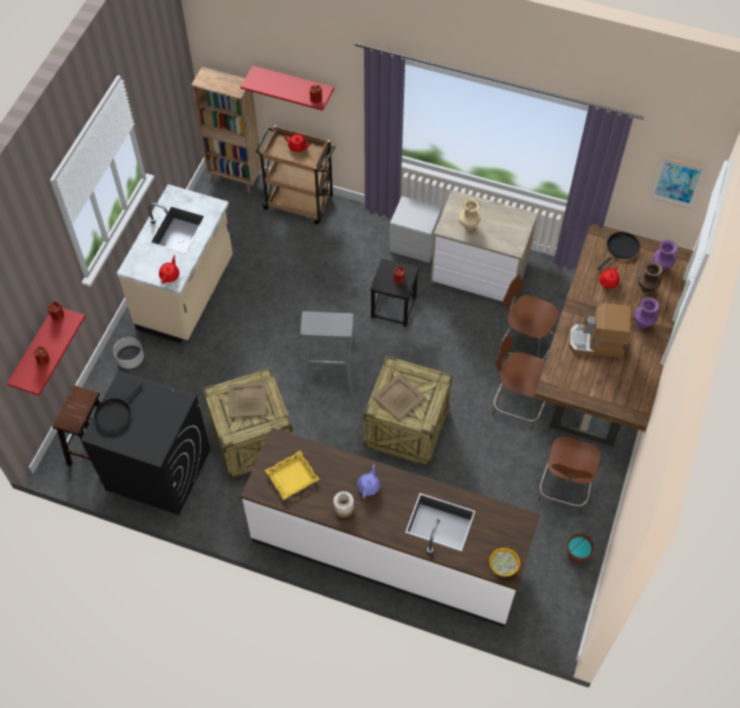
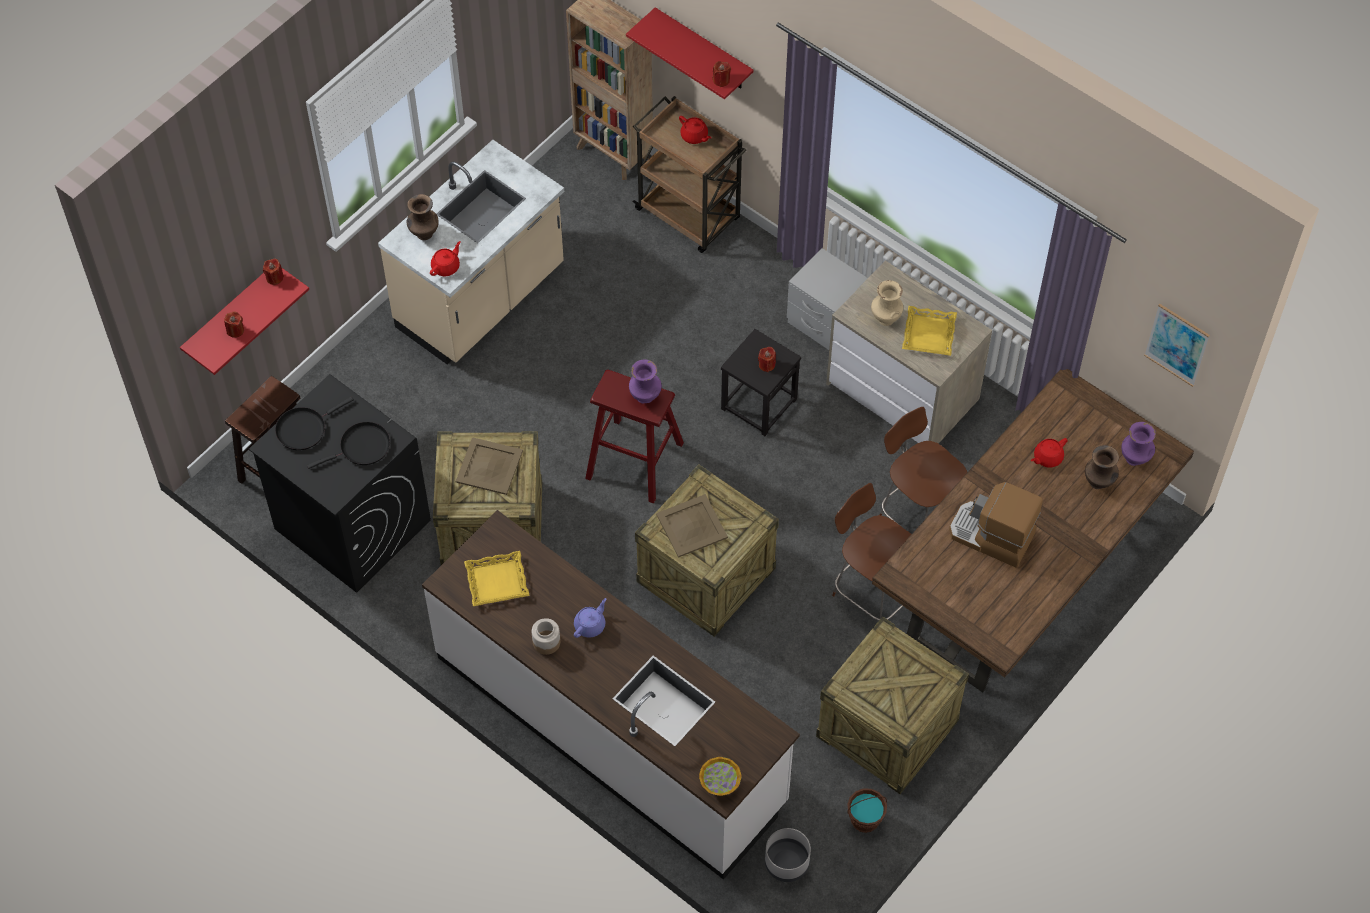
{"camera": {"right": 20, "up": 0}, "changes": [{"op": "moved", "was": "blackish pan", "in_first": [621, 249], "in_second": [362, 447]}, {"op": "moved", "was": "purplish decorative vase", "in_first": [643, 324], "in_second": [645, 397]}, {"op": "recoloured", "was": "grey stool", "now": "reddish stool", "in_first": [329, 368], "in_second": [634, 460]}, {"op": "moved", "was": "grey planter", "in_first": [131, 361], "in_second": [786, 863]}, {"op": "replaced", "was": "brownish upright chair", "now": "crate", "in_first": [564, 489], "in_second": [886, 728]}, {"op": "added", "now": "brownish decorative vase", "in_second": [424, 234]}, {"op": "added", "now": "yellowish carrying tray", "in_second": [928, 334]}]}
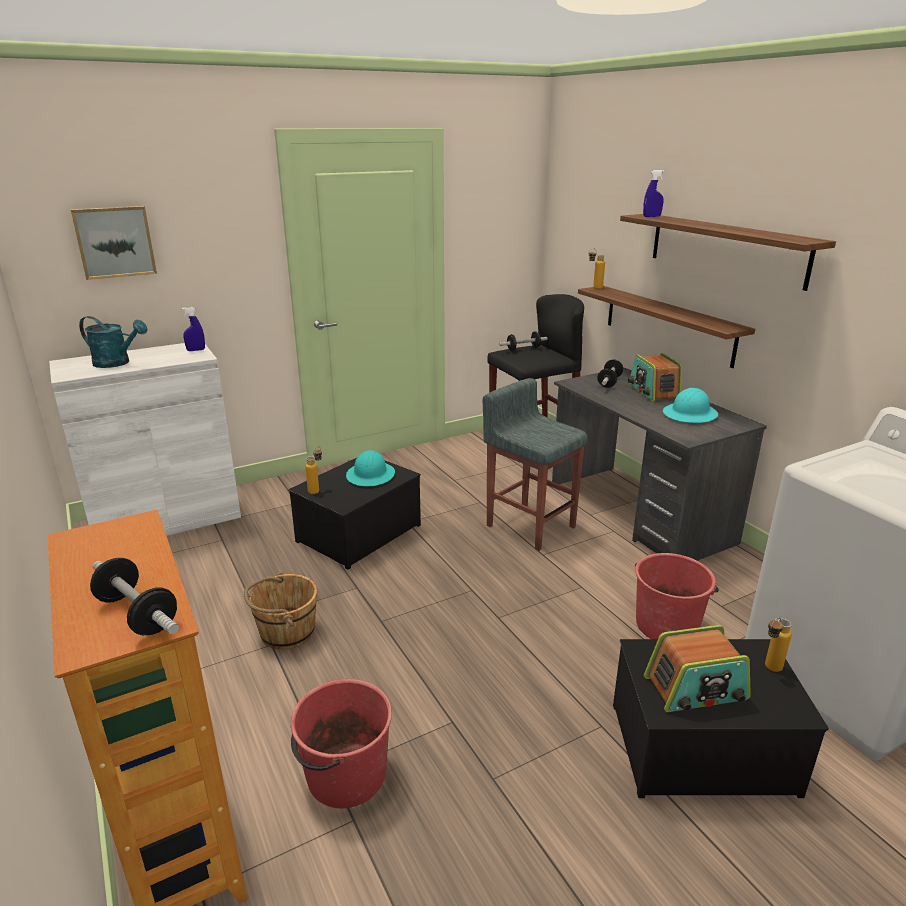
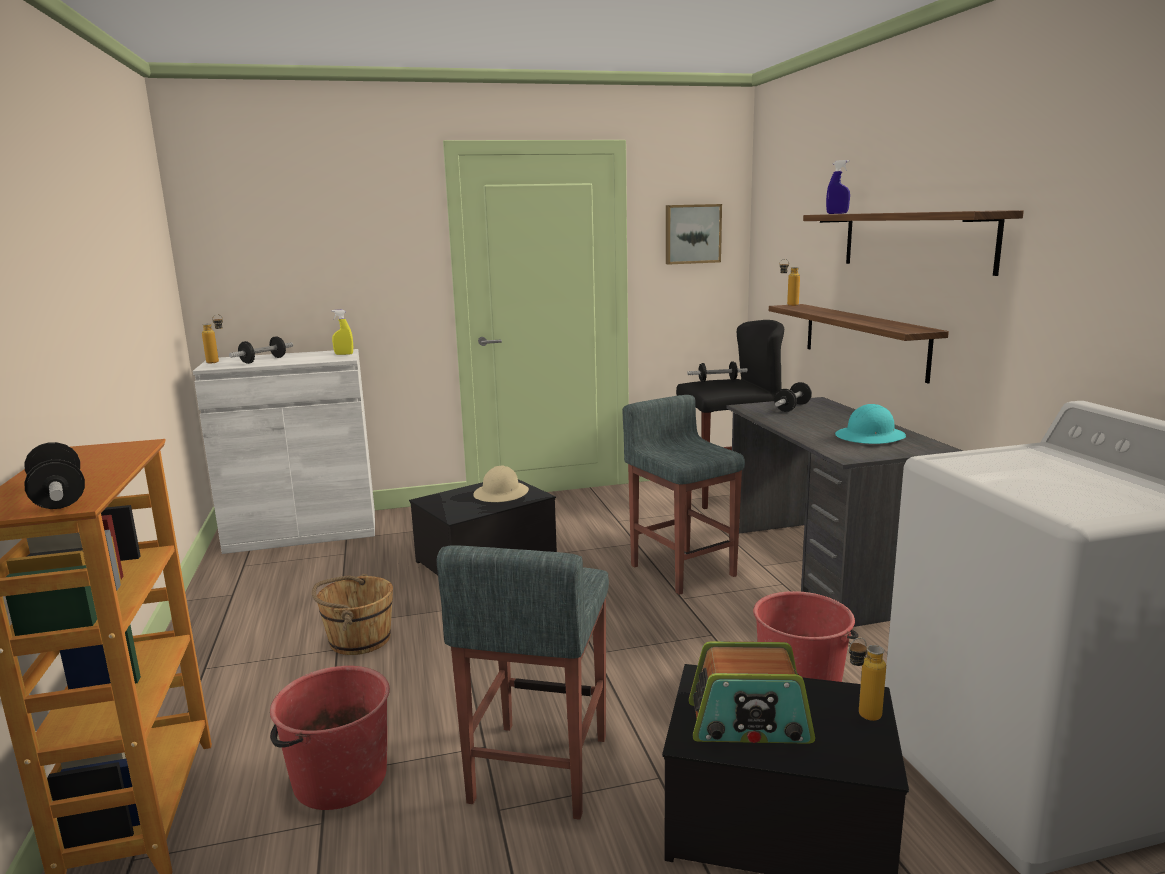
{"camera": {"right": 15, "up": -10}, "changes": [{"op": "moved", "was": "picture", "in_first": [114, 242], "in_second": [692, 234]}, {"op": "recoloured", "was": "blue-coloured hand sprayer", "now": "yellowish hand sprayer", "in_first": [196, 350], "in_second": [344, 354]}, {"op": "replaced", "was": "blue-green watering can", "now": "dumbbell", "in_first": [117, 363], "in_second": [263, 360]}, {"op": "removed", "was": "radio", "in_first": [653, 391]}, {"op": "moved", "was": "beverage bottle", "in_first": [317, 490], "in_second": [217, 362]}, {"op": "recoloured", "was": "blue-green hard hat", "now": "beige hard hat", "in_first": [371, 475], "in_second": [501, 494]}, {"op": "added", "now": "grey stool", "in_second": [538, 770]}]}
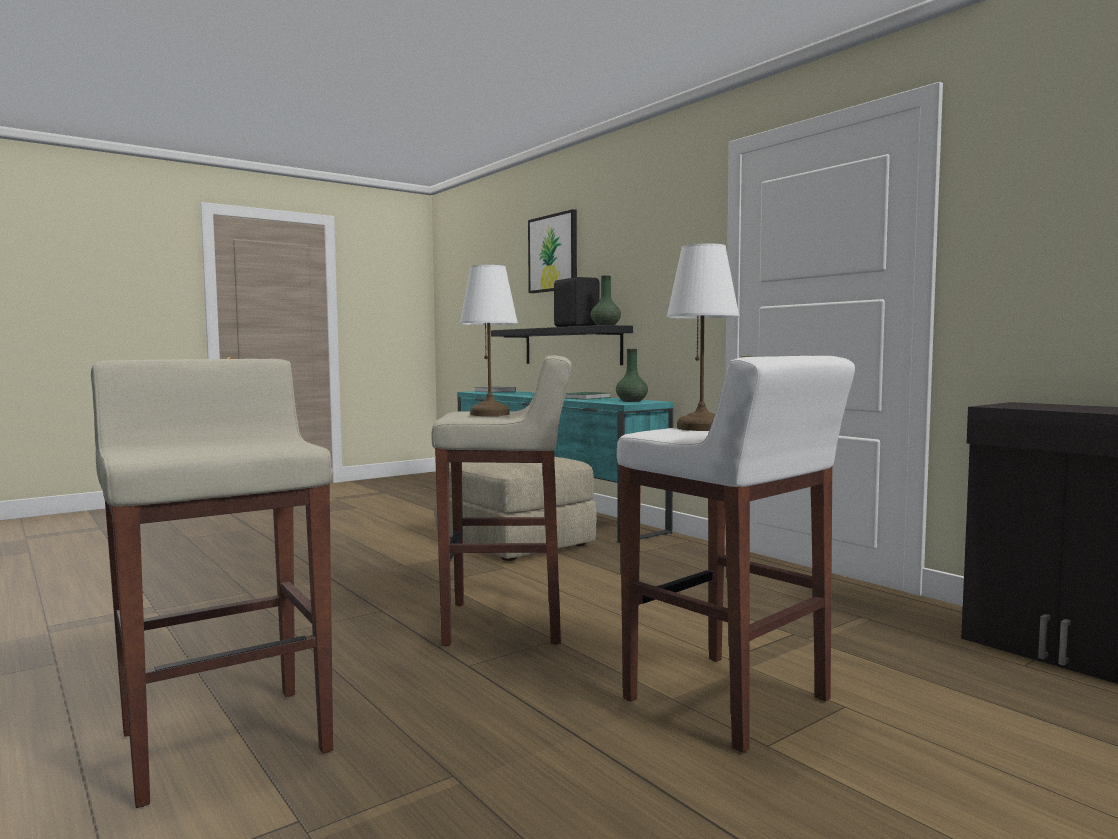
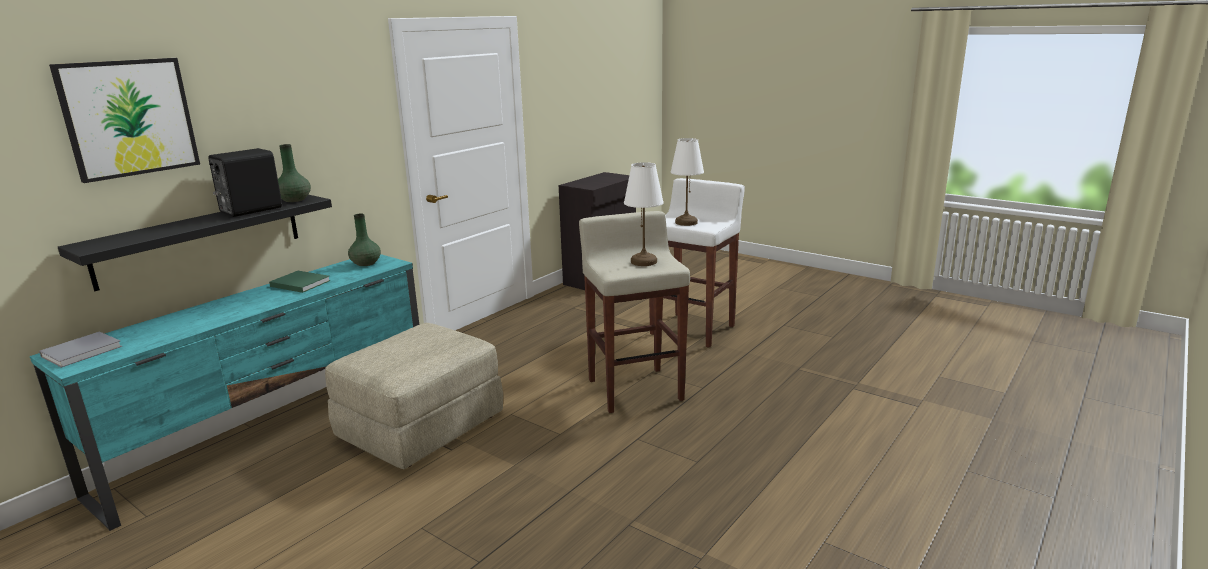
{"camera": {"right": -105, "up": 15}, "changes": [{"op": "removed", "was": "beige stool", "in_first": [225, 740]}]}
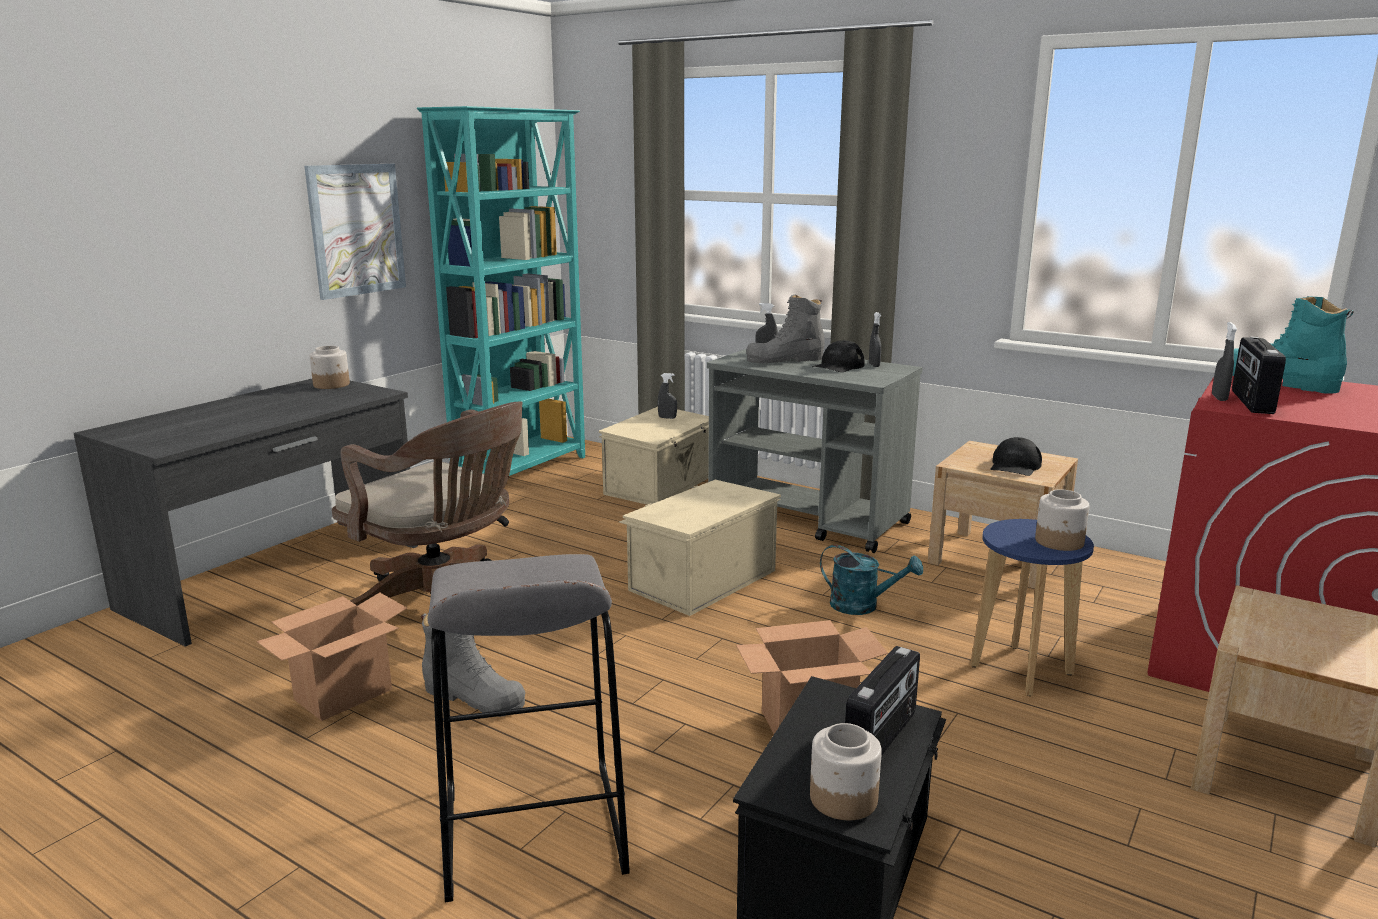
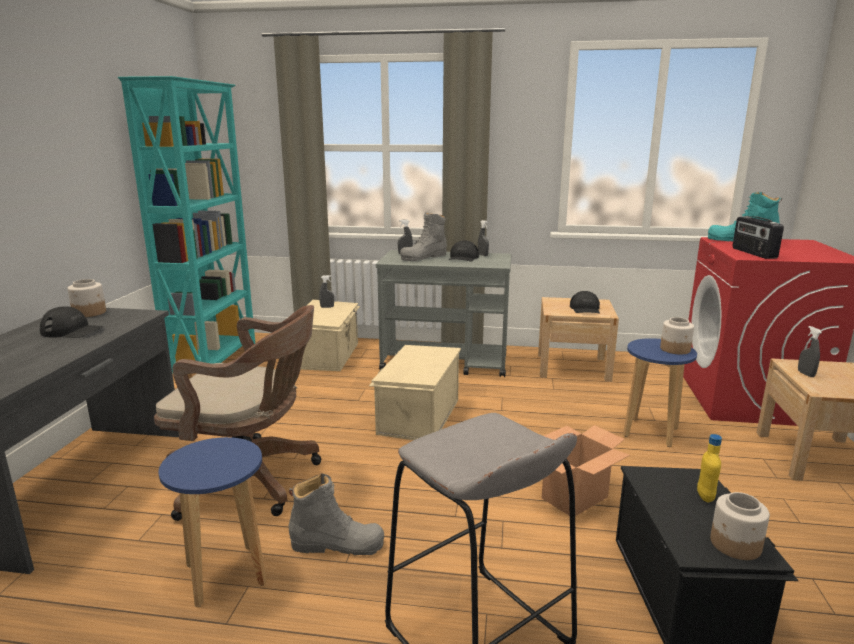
{"camera": {"right": -25, "up": 0}, "changes": [{"op": "removed", "was": "picture", "in_first": [356, 230]}, {"op": "moved", "was": "grey hand sprayer", "in_first": [1219, 398], "in_second": [805, 374]}, {"op": "removed", "was": "blue-green watering can", "in_first": [863, 606]}, {"op": "replaced", "was": "carton", "now": "blue-coloured stool", "in_first": [342, 695], "in_second": [226, 575]}, {"op": "replaced", "was": "radio", "now": "yellowish beverage bottle", "in_first": [882, 738], "in_second": [705, 496]}, {"op": "added", "now": "blackish cap", "in_second": [72, 331]}]}
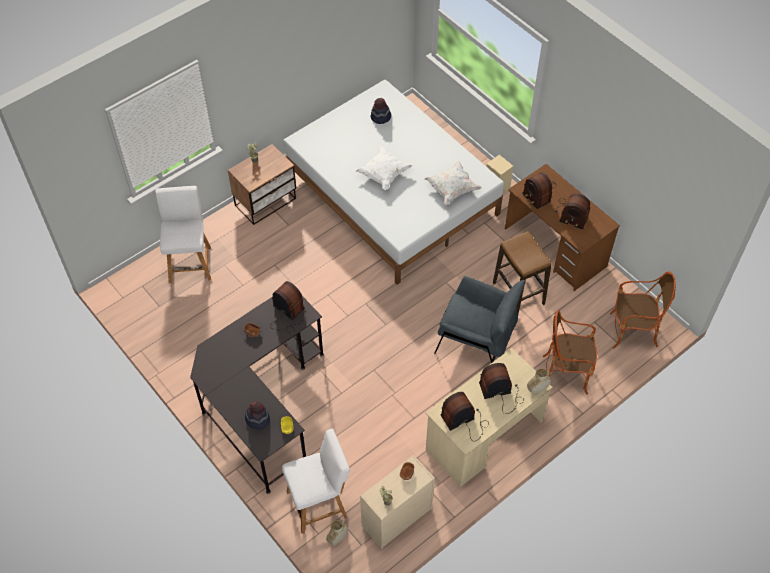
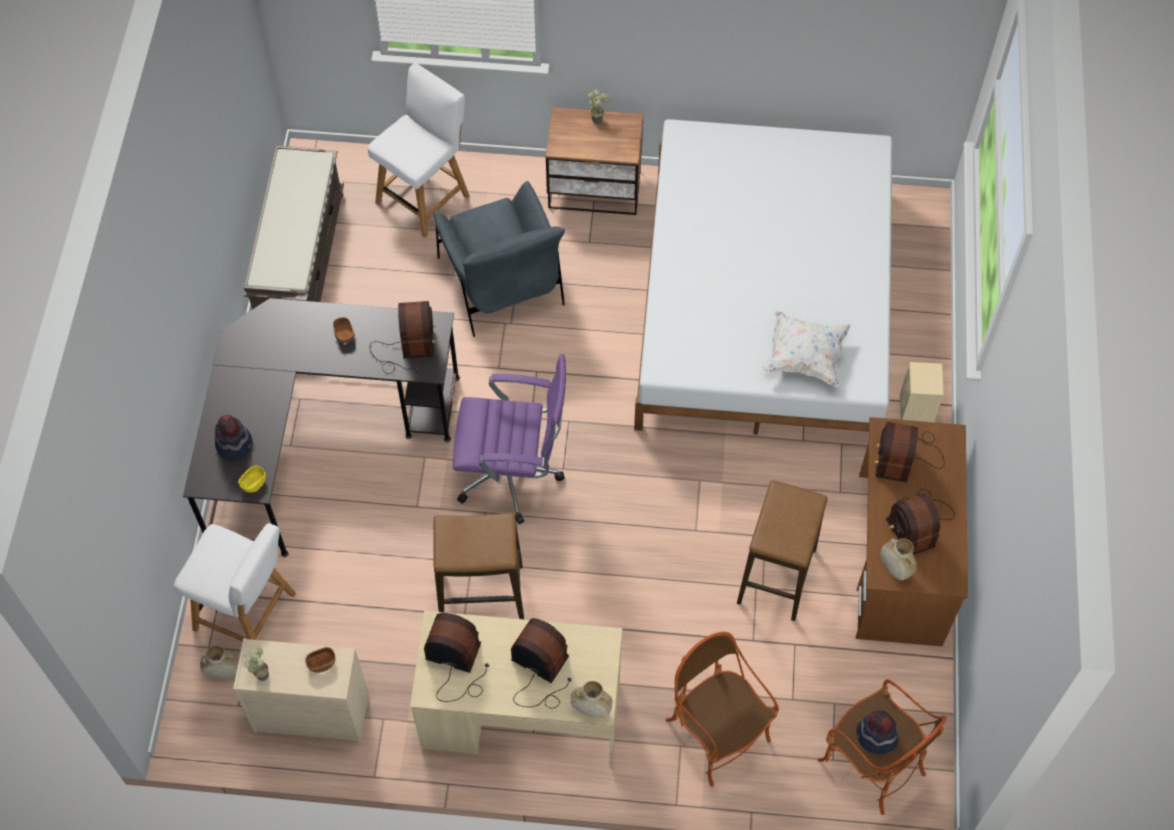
{"camera": {"right": 45, "up": 5}, "changes": [{"op": "moved", "was": "wearable hat", "in_first": [380, 117], "in_second": [876, 736]}, {"op": "removed", "was": "white-coloured pillow", "in_first": [383, 174]}, {"op": "moved", "was": "grey lounge chair", "in_first": [476, 340], "in_second": [501, 283]}, {"op": "added", "now": "brownish indoor bench", "in_second": [300, 260]}, {"op": "added", "now": "purplish desk chair", "in_second": [514, 476]}, {"op": "added", "now": "stool", "in_second": [482, 594]}, {"op": "added", "now": "beige decorative vase", "in_second": [894, 568]}]}
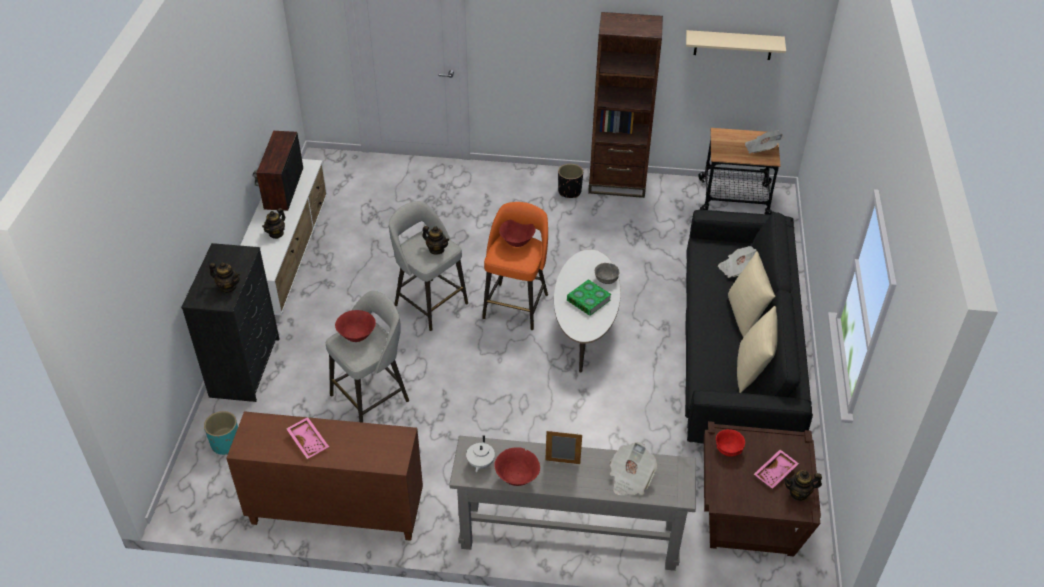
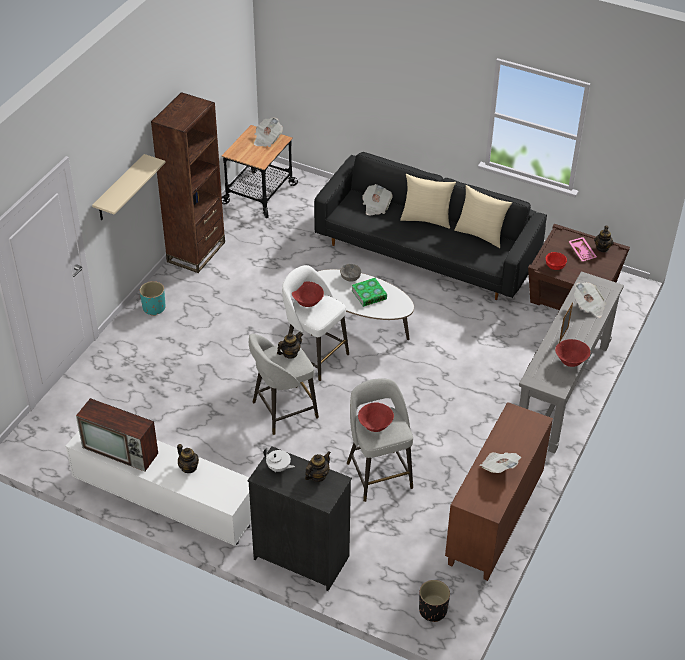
{"camera": {"right": -70, "up": 0}, "changes": [{"op": "moved", "was": "beige shelf", "in_first": [733, 45], "in_second": [120, 189]}, {"op": "moved", "was": "blackish planter", "in_first": [569, 191], "in_second": [432, 610]}, {"op": "recoloured", "was": "orange stool", "now": "white-coloured stool", "in_first": [516, 305], "in_second": [314, 356]}, {"op": "moved", "was": "blue-green planter", "in_first": [226, 444], "in_second": [154, 308]}, {"op": "replaced", "was": "pink carrying tray", "now": "newspaper", "in_first": [309, 441], "in_second": [499, 468]}, {"op": "moved", "was": "white-coloured teapot", "in_first": [480, 463], "in_second": [278, 468]}]}
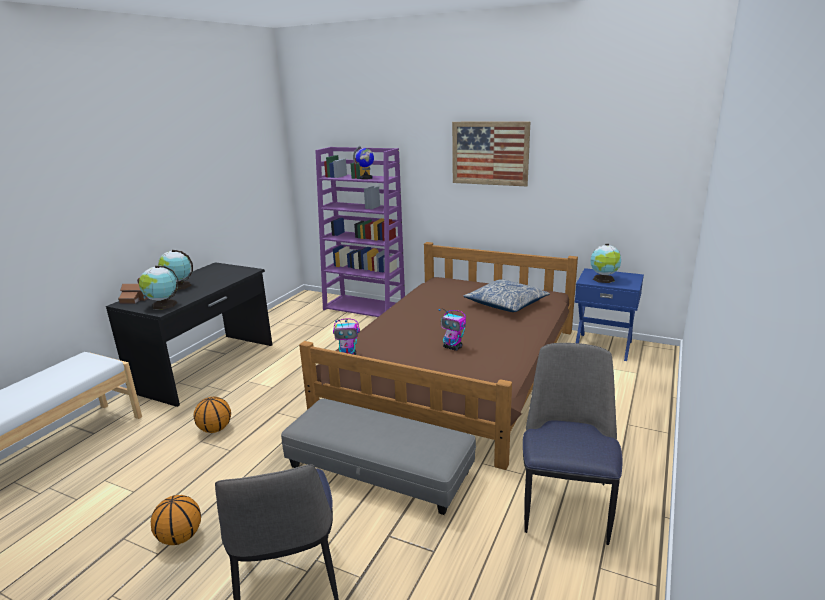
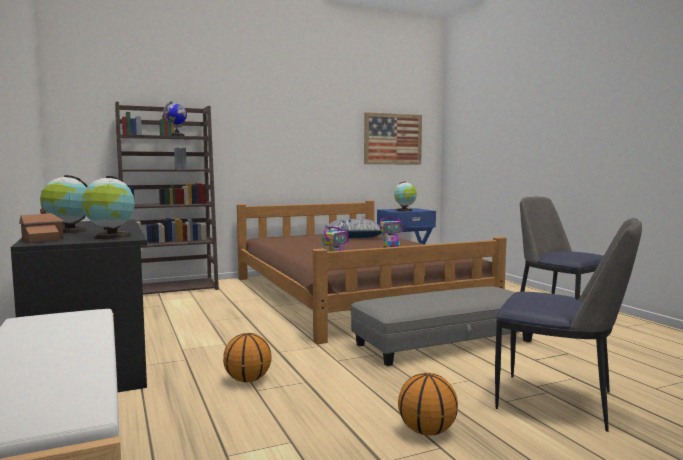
{"camera": {"right": -50, "up": -15}, "changes": [{"op": "moved", "was": "picture", "in_first": [490, 153], "in_second": [393, 139]}, {"op": "recoloured", "was": "purplish bookshelf", "now": "brownish bookshelf", "in_first": [365, 307], "in_second": [172, 288]}]}
